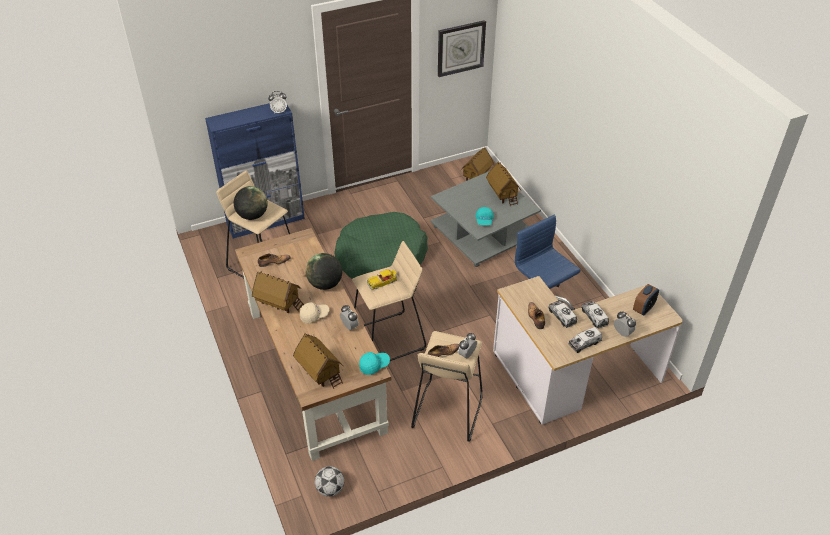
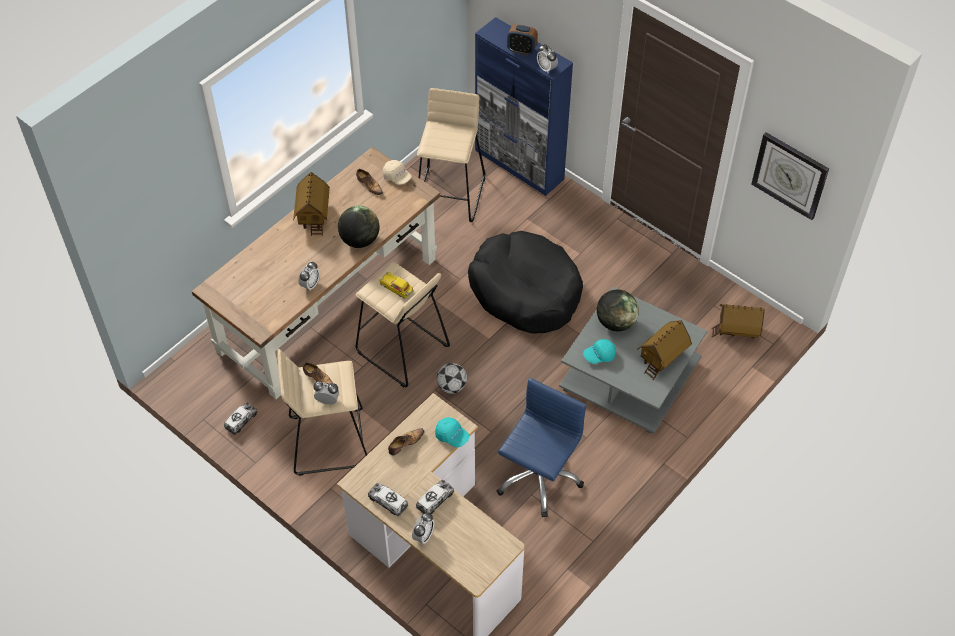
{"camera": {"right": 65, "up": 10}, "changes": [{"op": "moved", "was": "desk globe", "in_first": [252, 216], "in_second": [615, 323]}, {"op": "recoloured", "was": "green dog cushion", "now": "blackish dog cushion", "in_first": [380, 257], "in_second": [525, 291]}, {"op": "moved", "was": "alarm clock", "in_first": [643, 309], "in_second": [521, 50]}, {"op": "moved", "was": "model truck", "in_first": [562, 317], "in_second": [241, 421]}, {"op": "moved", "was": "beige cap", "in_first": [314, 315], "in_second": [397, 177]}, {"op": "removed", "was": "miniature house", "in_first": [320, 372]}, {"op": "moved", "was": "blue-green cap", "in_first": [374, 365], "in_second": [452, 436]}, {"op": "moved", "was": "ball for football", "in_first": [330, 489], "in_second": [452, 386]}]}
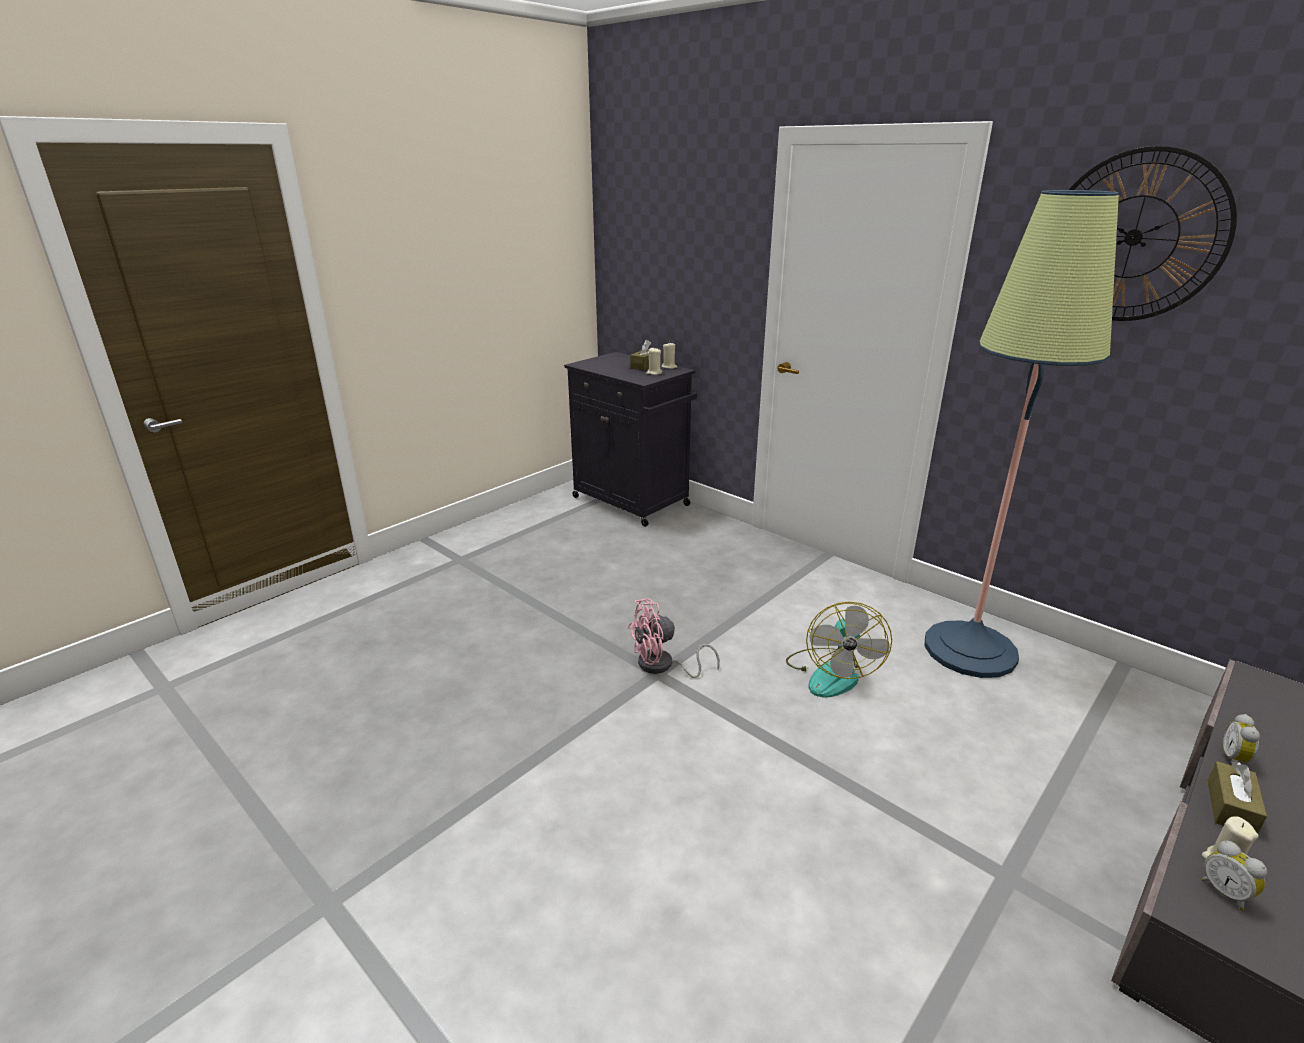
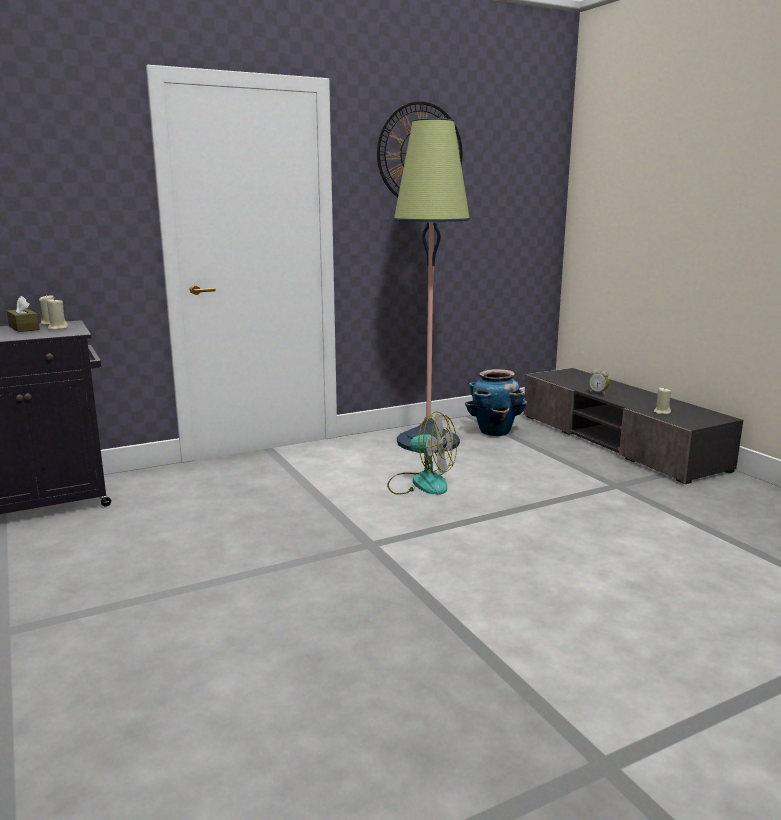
{"camera": {"right": -70, "up": -10}, "changes": [{"op": "removed", "was": "pink cooling fan", "in_first": [662, 666]}, {"op": "removed", "was": "brownish tissue box", "in_first": [1230, 807]}, {"op": "removed", "was": "alarm clock", "in_first": [1225, 892]}, {"op": "added", "now": "planter", "in_second": [494, 432]}]}
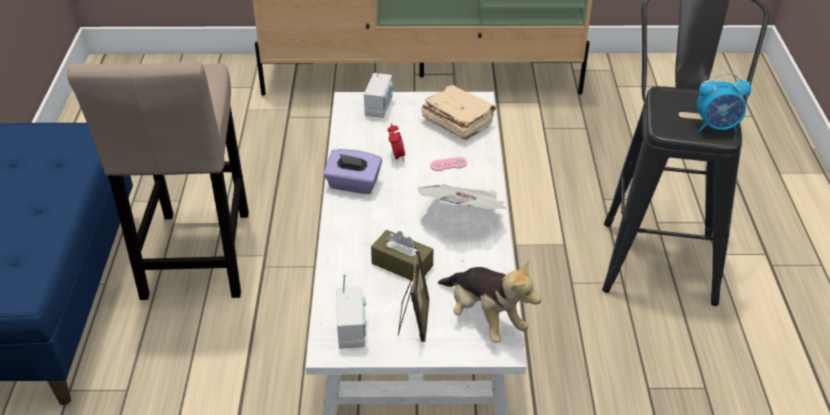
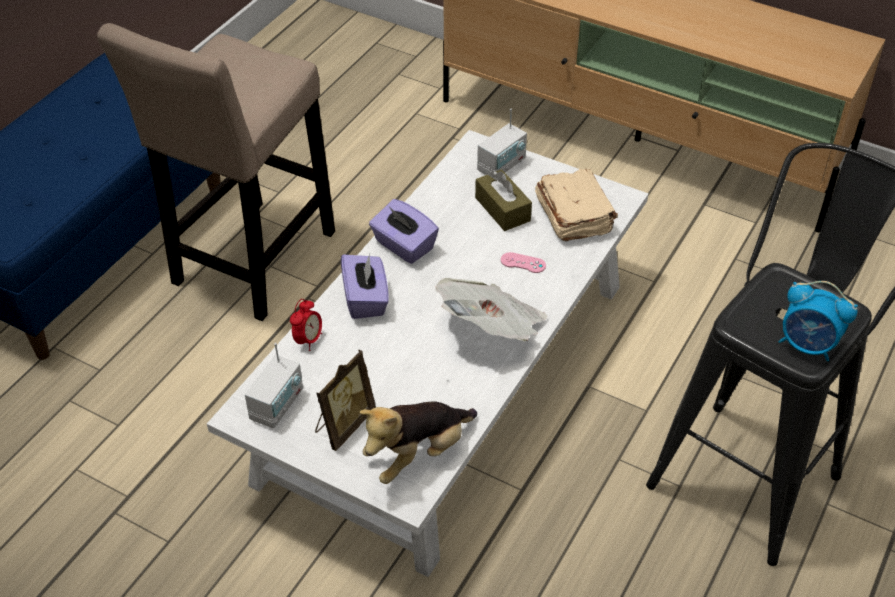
{"camera": {"right": 30, "up": 5}, "changes": [{"op": "moved", "was": "alarm clock", "in_first": [396, 157], "in_second": [308, 340]}, {"op": "moved", "was": "brownish tissue box", "in_first": [402, 264], "in_second": [502, 209]}, {"op": "turned", "was": "soft toy", "in_first": [484, 318], "in_second": [417, 454], "clockwise": 60}, {"op": "added", "now": "purplish tissue box", "in_second": [366, 299]}]}
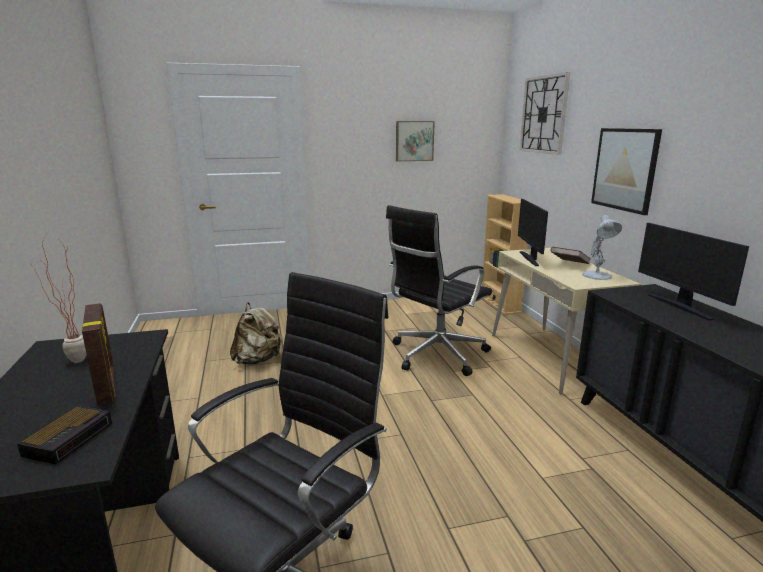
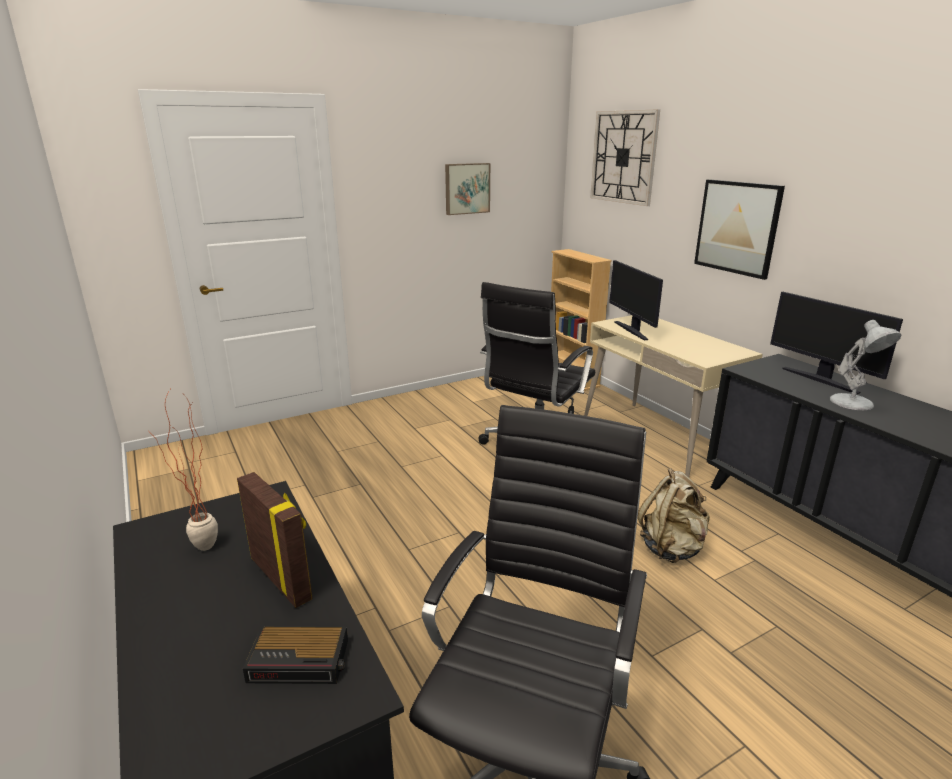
{"camera": {"right": -15, "up": 5}, "changes": [{"op": "moved", "was": "white-coloured table lamp", "in_first": [597, 276], "in_second": [853, 403]}, {"op": "removed", "was": "brownish volume", "in_first": [569, 264]}, {"op": "moved", "was": "beige knapsack", "in_first": [257, 360], "in_second": [671, 548]}, {"op": "turned", "was": "alarm clock", "in_first": [70, 438], "in_second": [301, 660], "clockwise": 90}]}
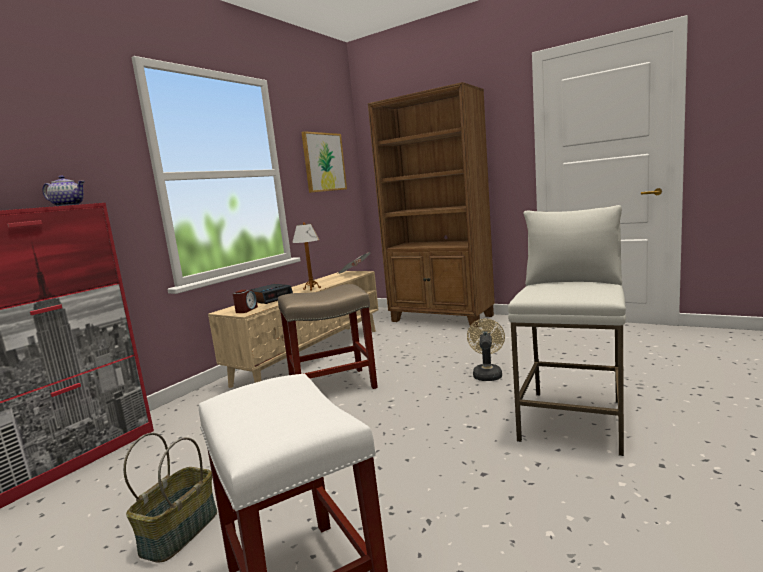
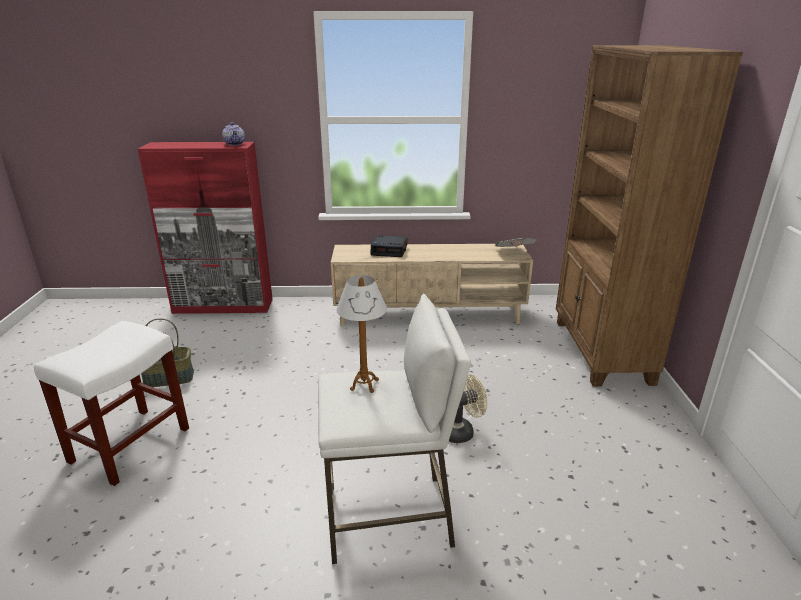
{"camera": {"right": 55, "up": 15}, "changes": [{"op": "removed", "was": "picture", "in_first": [324, 162]}, {"op": "moved", "was": "table lamp", "in_first": [312, 288], "in_second": [364, 385]}, {"op": "removed", "was": "beige stool", "in_first": [334, 386]}, {"op": "removed", "was": "alarm clock", "in_first": [246, 310]}]}
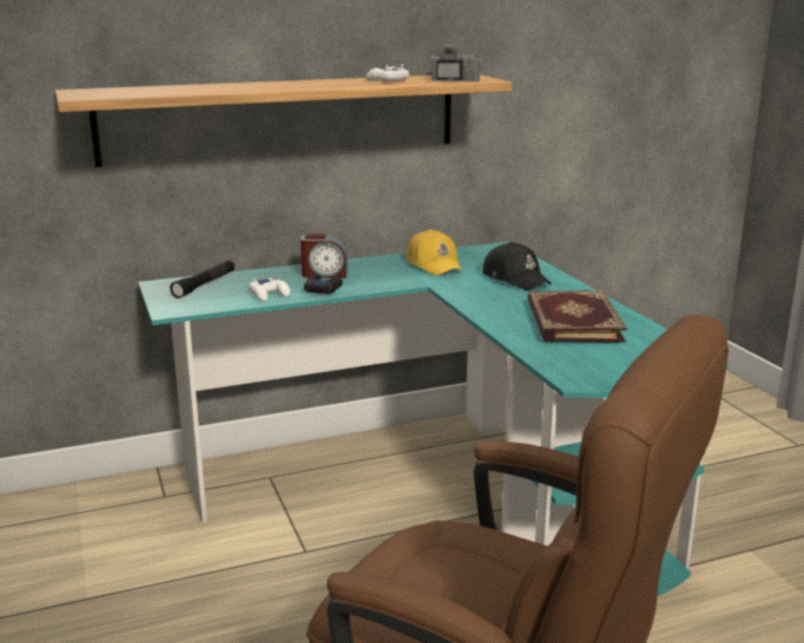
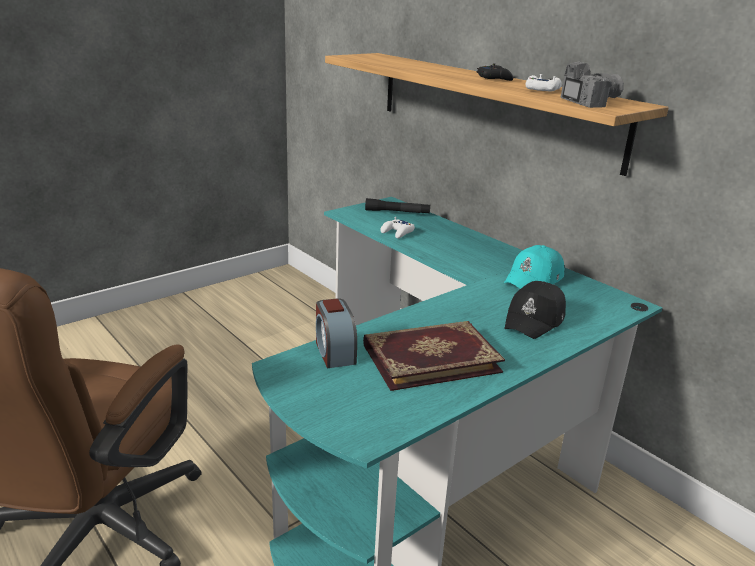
{"camera": {"right": 70, "up": 5}, "changes": [{"op": "recoloured", "was": "yellowish cap", "now": "blue-green cap", "in_first": [434, 265], "in_second": [534, 279]}, {"op": "moved", "was": "alarm clock", "in_first": [324, 274], "in_second": [334, 352]}, {"op": "moved", "was": "blackish joypad", "in_first": [322, 290], "in_second": [494, 78]}]}
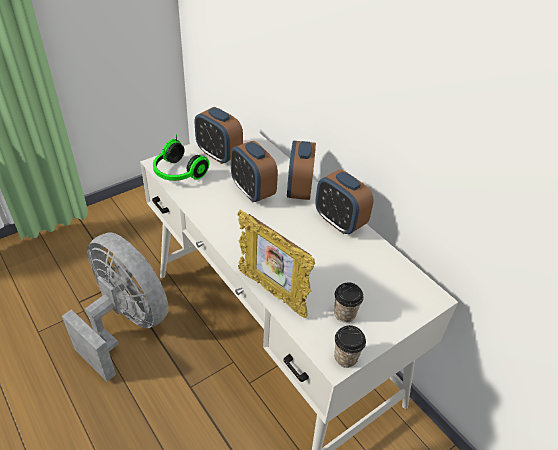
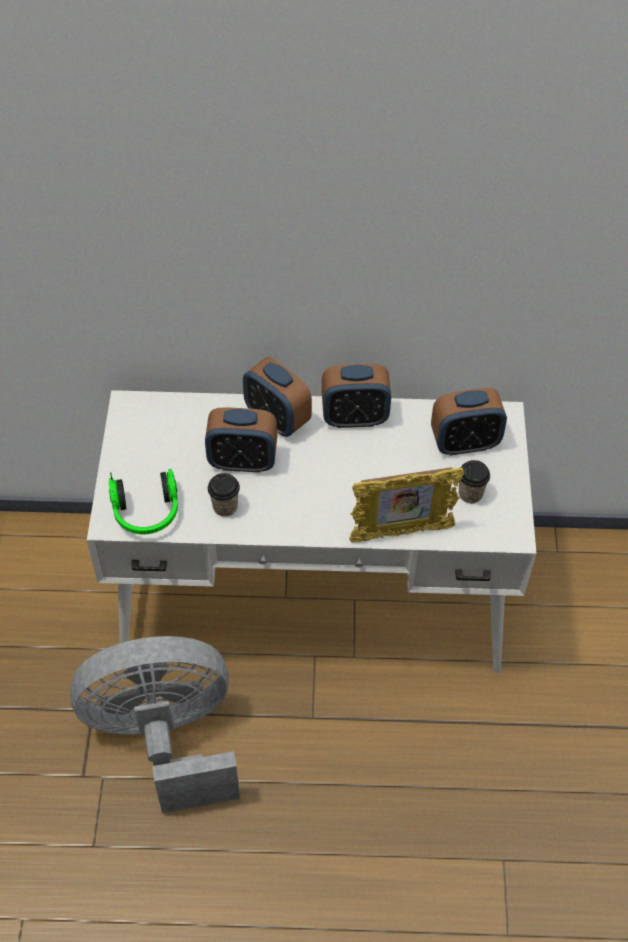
{"camera": {"right": -50, "up": 10}, "changes": [{"op": "moved", "was": "alarm clock", "in_first": [219, 155], "in_second": [464, 443]}, {"op": "moved", "was": "small cup", "in_first": [345, 358], "in_second": [225, 507]}]}
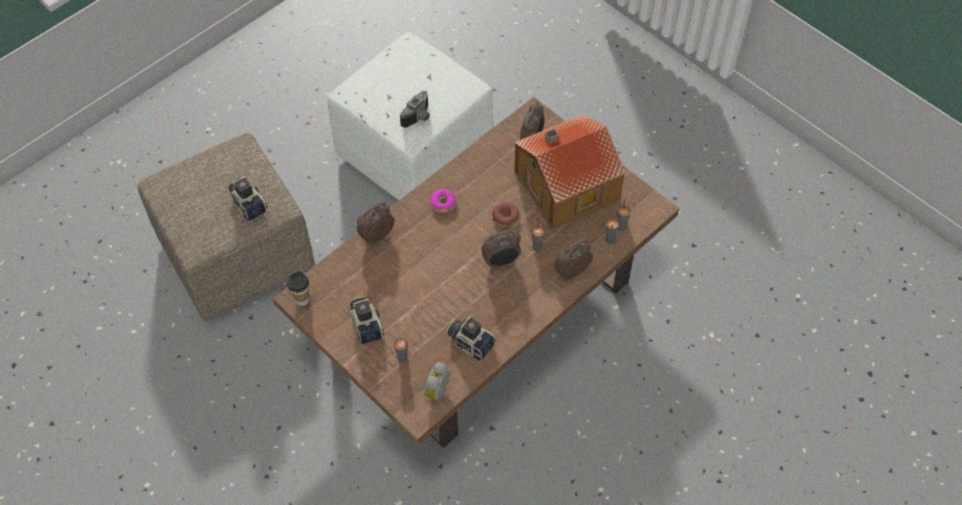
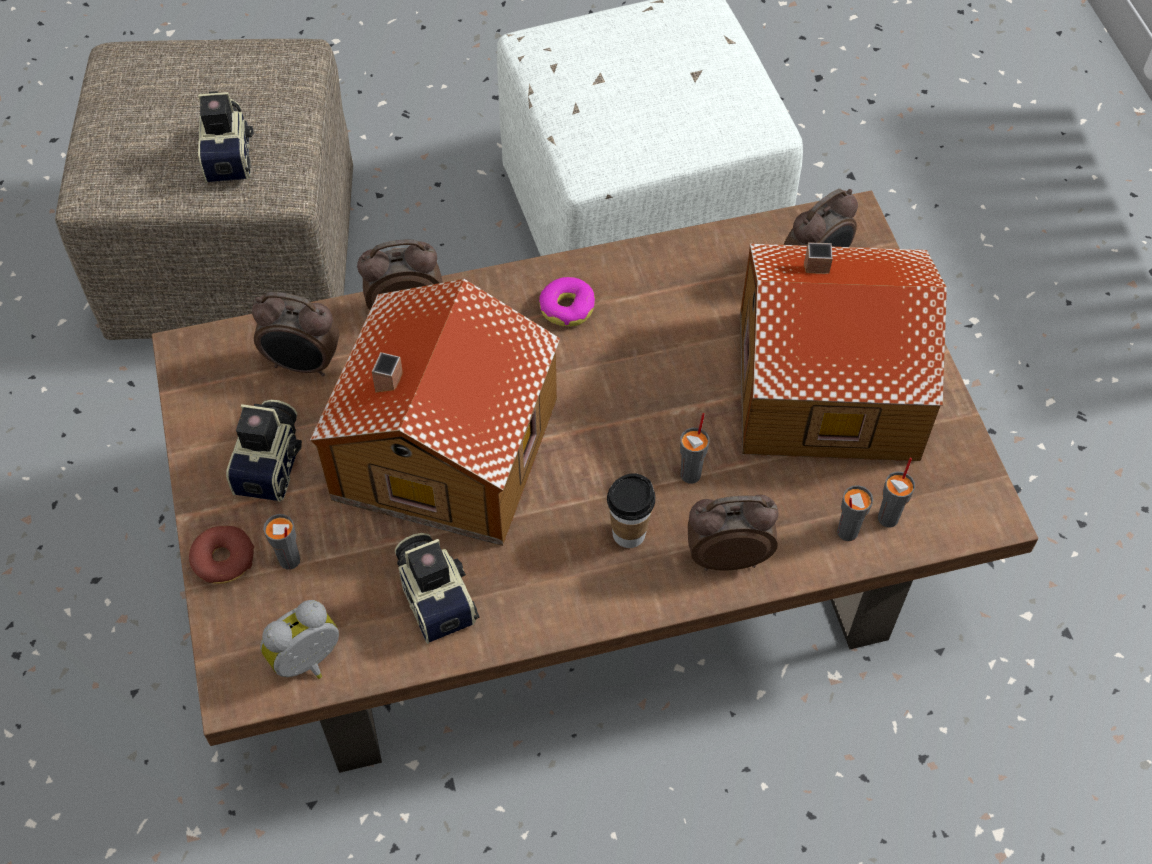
{"camera": {"right": 30, "up": 0}, "changes": [{"op": "removed", "was": "photo camera", "in_first": [419, 117]}, {"op": "moved", "was": "donut", "in_first": [505, 217], "in_second": [223, 560]}, {"op": "moved", "was": "alarm clock", "in_first": [501, 262], "in_second": [303, 365]}, {"op": "moved", "was": "small cup", "in_first": [302, 299], "in_second": [629, 533]}, {"op": "added", "now": "miniature house", "in_second": [441, 450]}]}
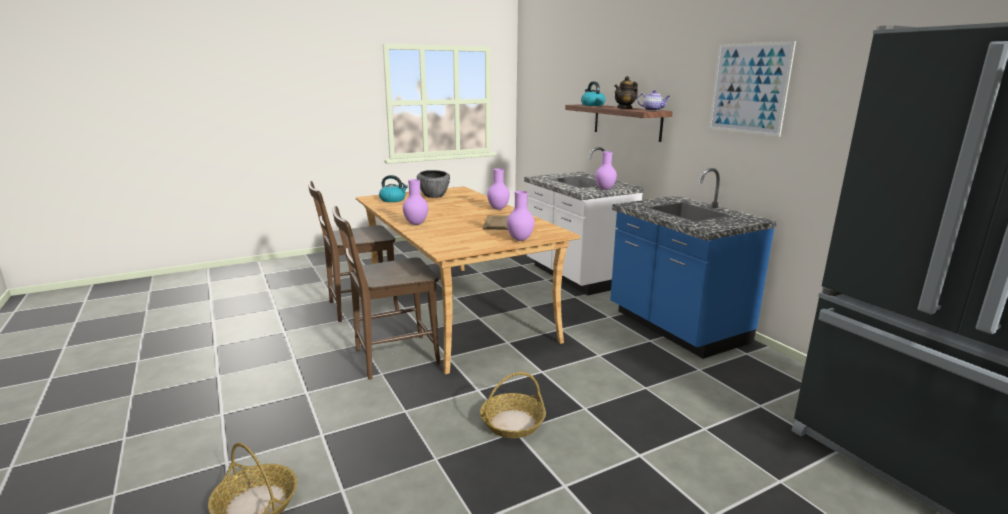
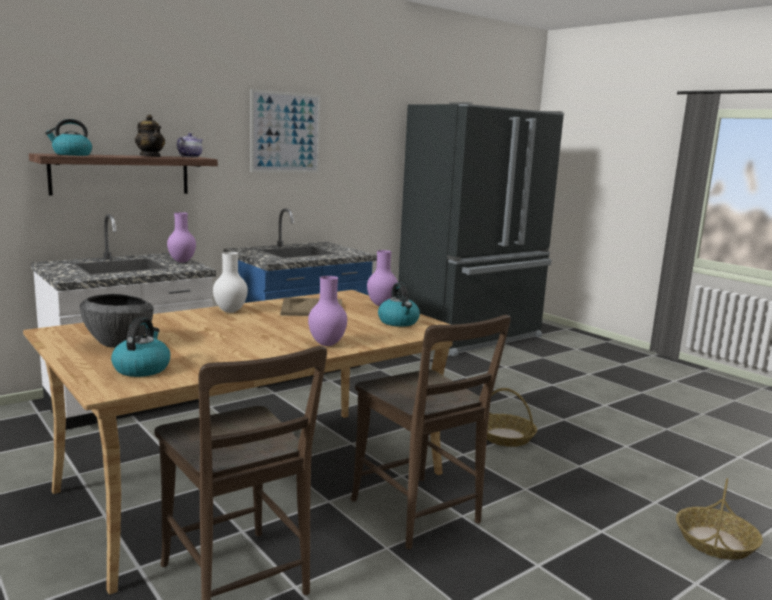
{"camera": {"right": -100, "up": -5}, "changes": [{"op": "recoloured", "was": "purplish decorative vase", "now": "white-coloured decorative vase", "in_first": [497, 209], "in_second": [230, 311]}, {"op": "added", "now": "water kettle", "in_second": [399, 322]}]}
